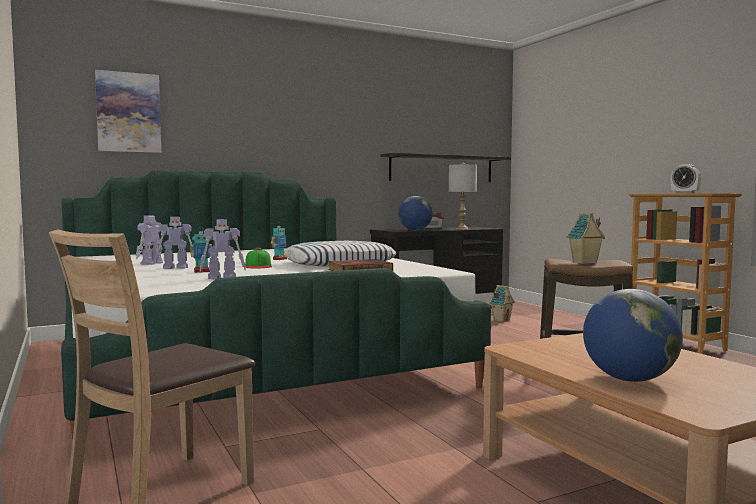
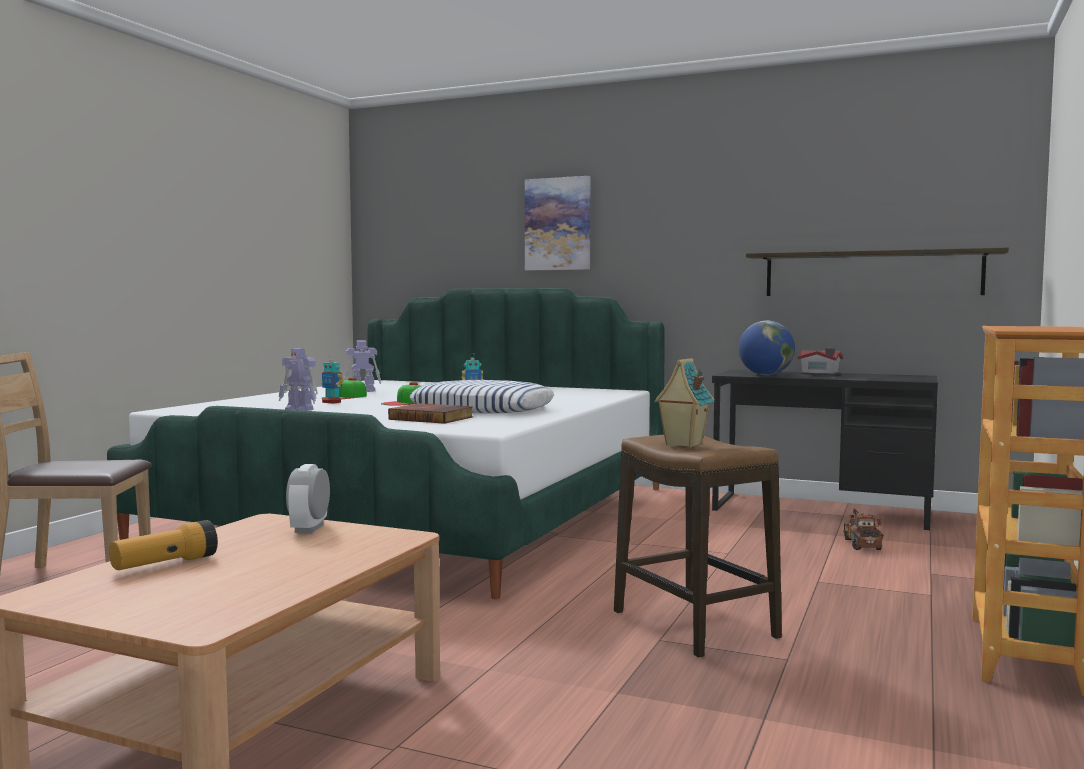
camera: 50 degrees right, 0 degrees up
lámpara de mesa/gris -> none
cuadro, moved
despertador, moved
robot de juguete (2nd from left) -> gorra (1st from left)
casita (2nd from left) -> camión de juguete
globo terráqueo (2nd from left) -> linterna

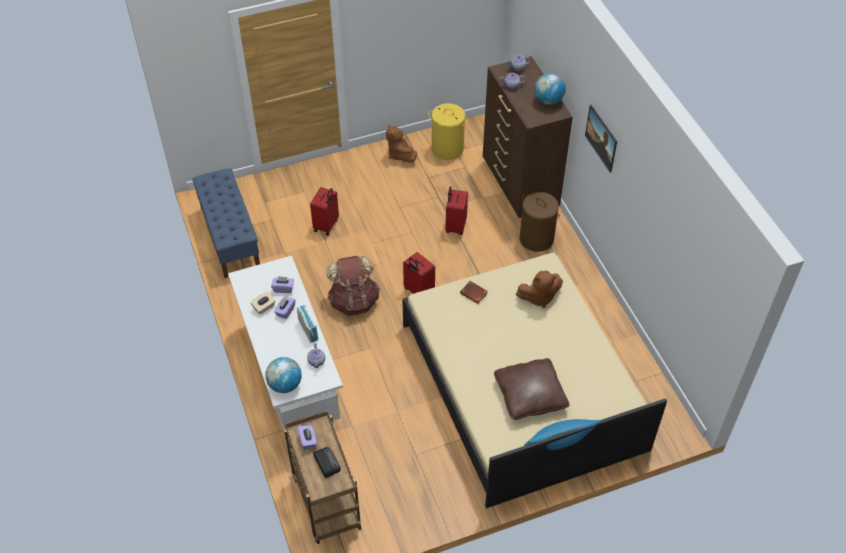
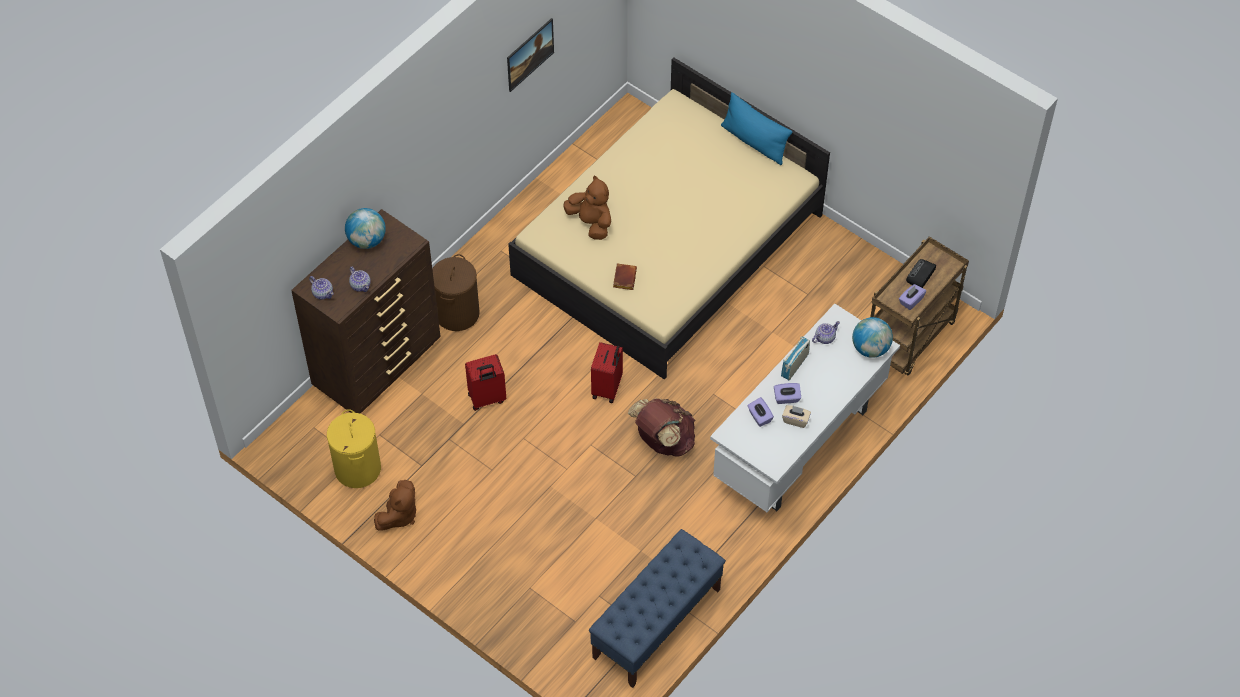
camera: 120 degrees left, 5 degrees up
maleta/rojo (1st from left) -> none
cojín/marrón -> none
cuadro, moved

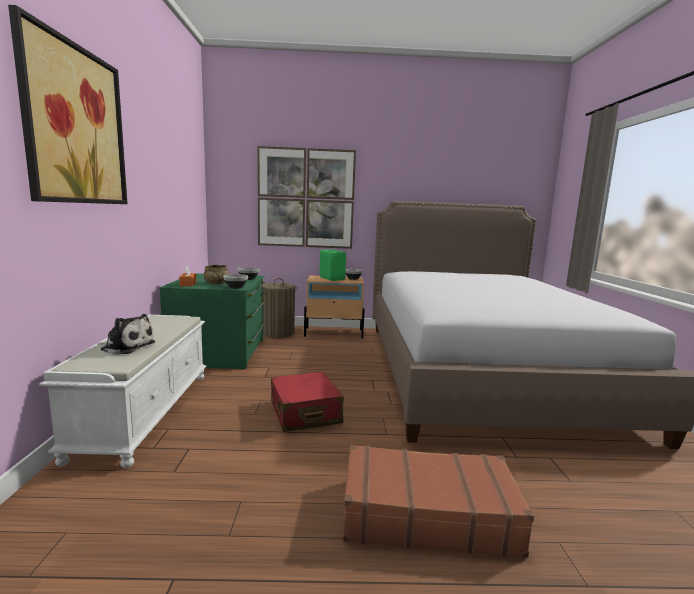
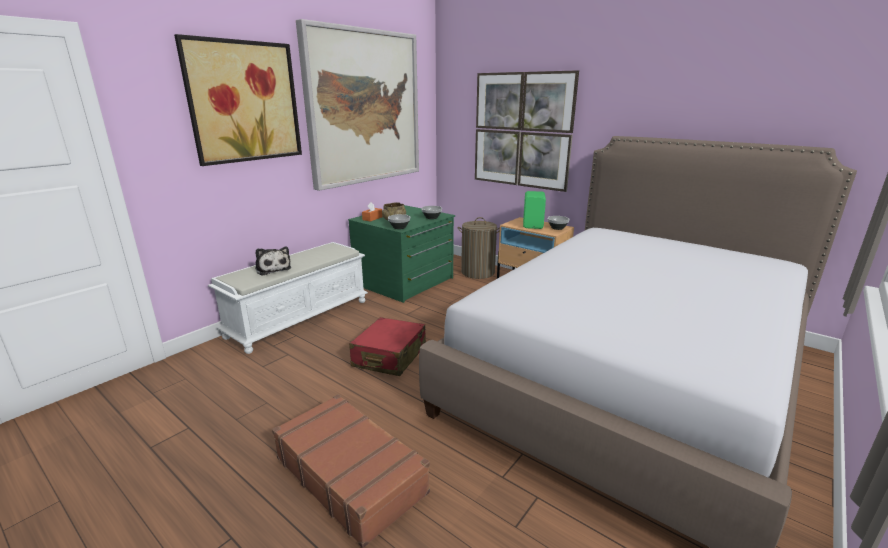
camera: 40 degrees right, 10 degrees up
none -> cuadro (2nd from left)

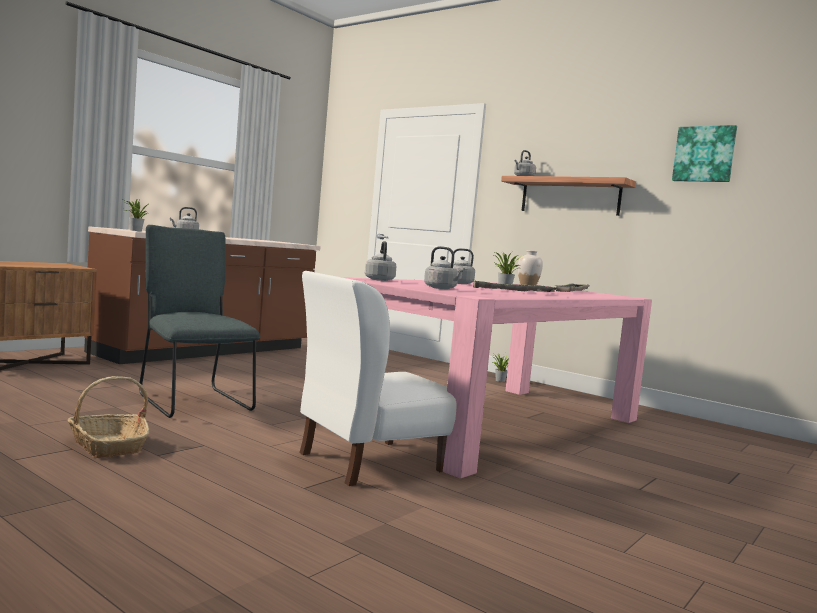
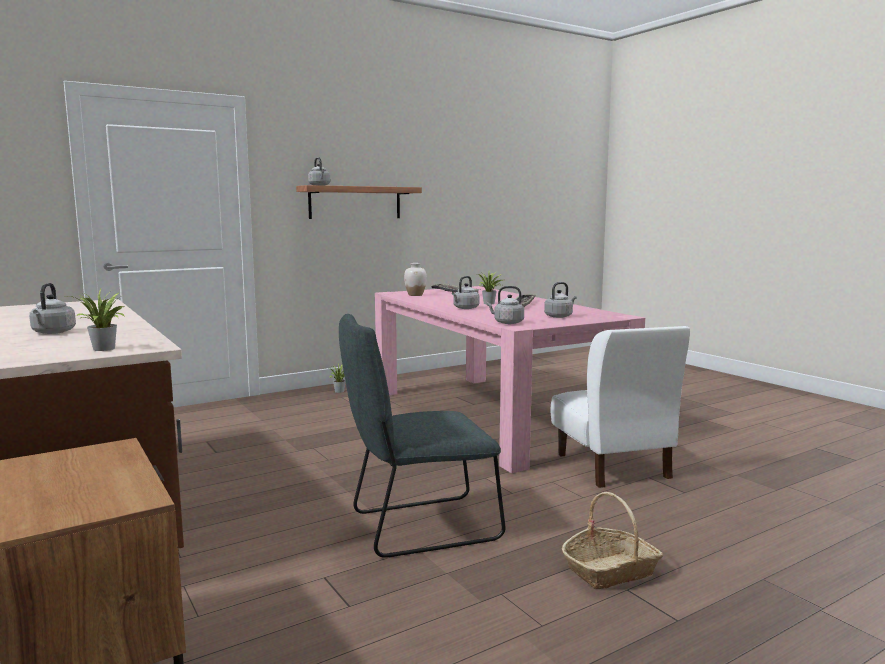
camera: 70 degrees left, 5 degrees up
cuadro -> none

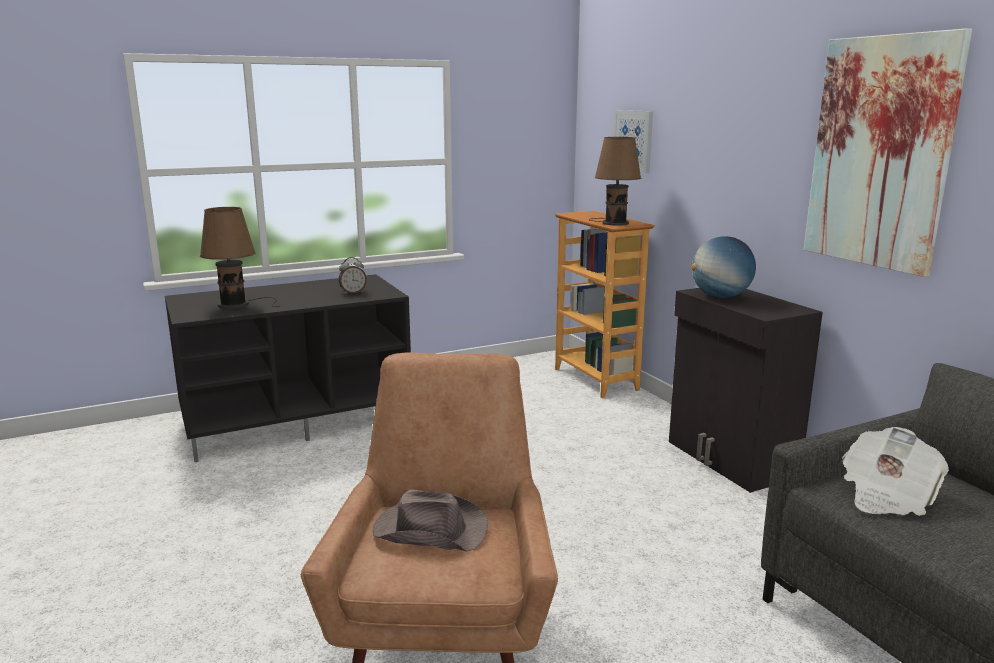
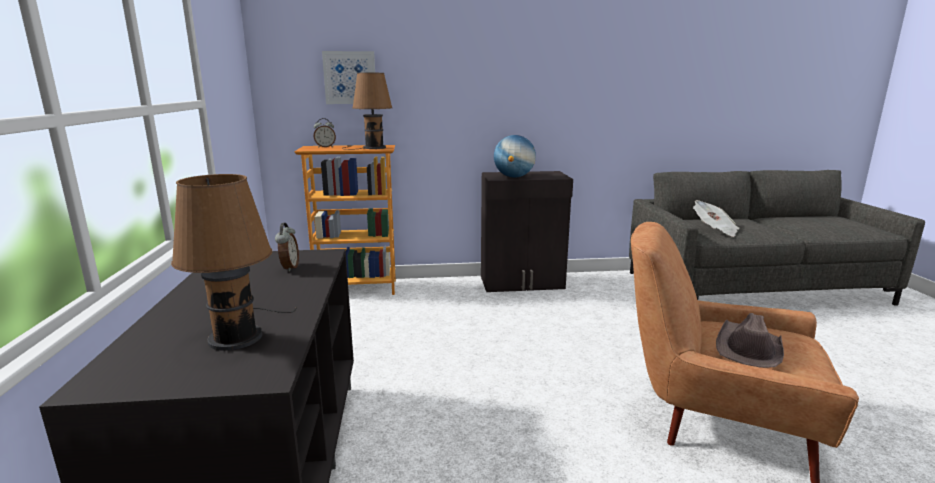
camera: 70 degrees left, 0 degrees up
cuadro (2nd from left) -> none
none -> despertador (2nd from left)

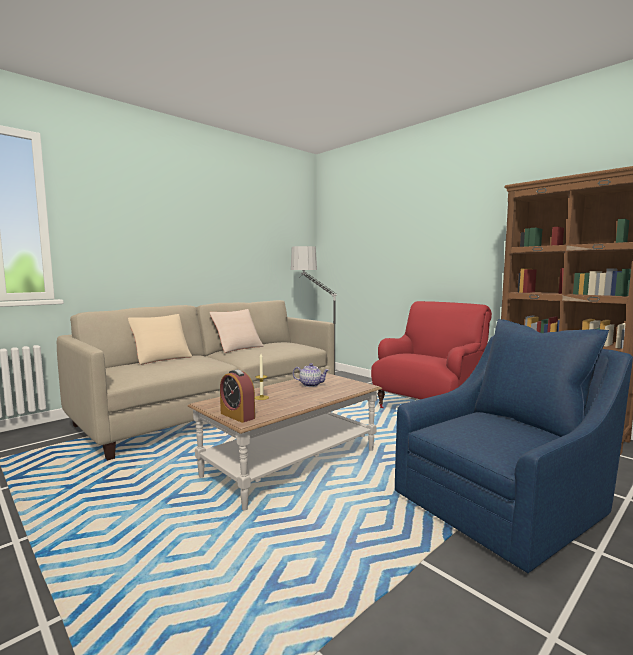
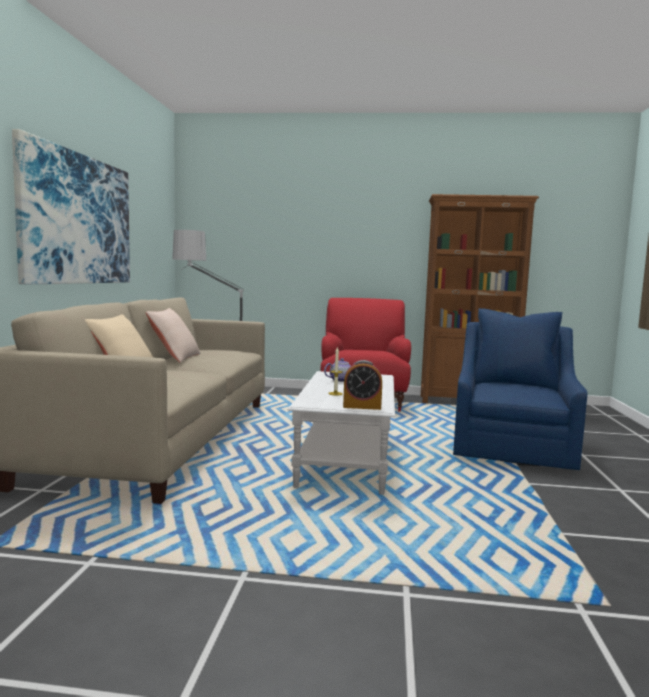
camera: 40 degrees left, 0 degrees up
none -> cuadro
mesa de centro/marrón -> mesa de centro/blanco

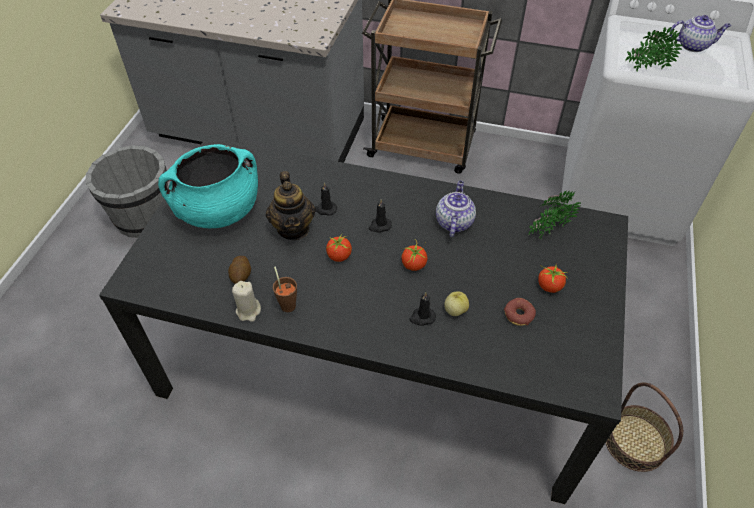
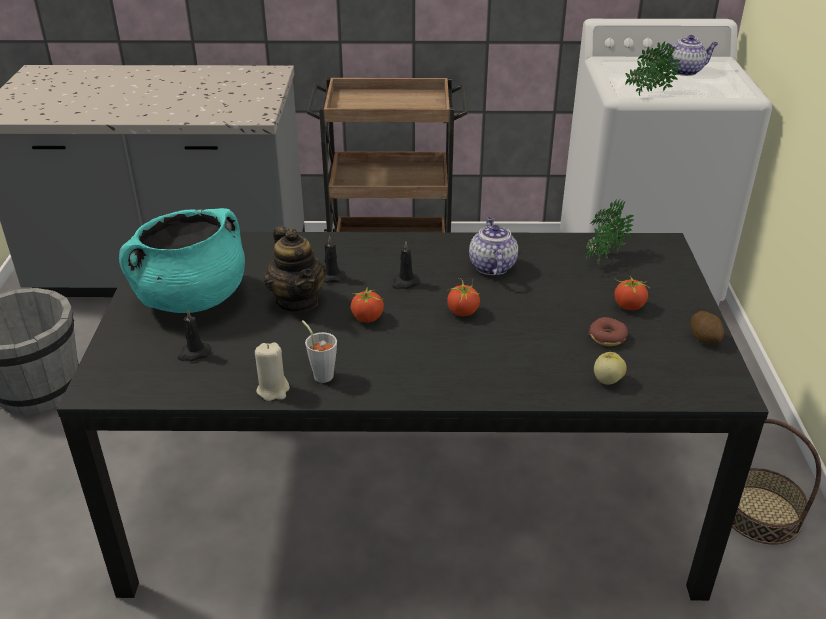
camera: 15 degrees left, 15 degrees down
patata, moved
vela/negro (3rd from left in the first image) -> vela/negro (1st from left), moved
manzana, moved
taza/marrón -> taza/gris

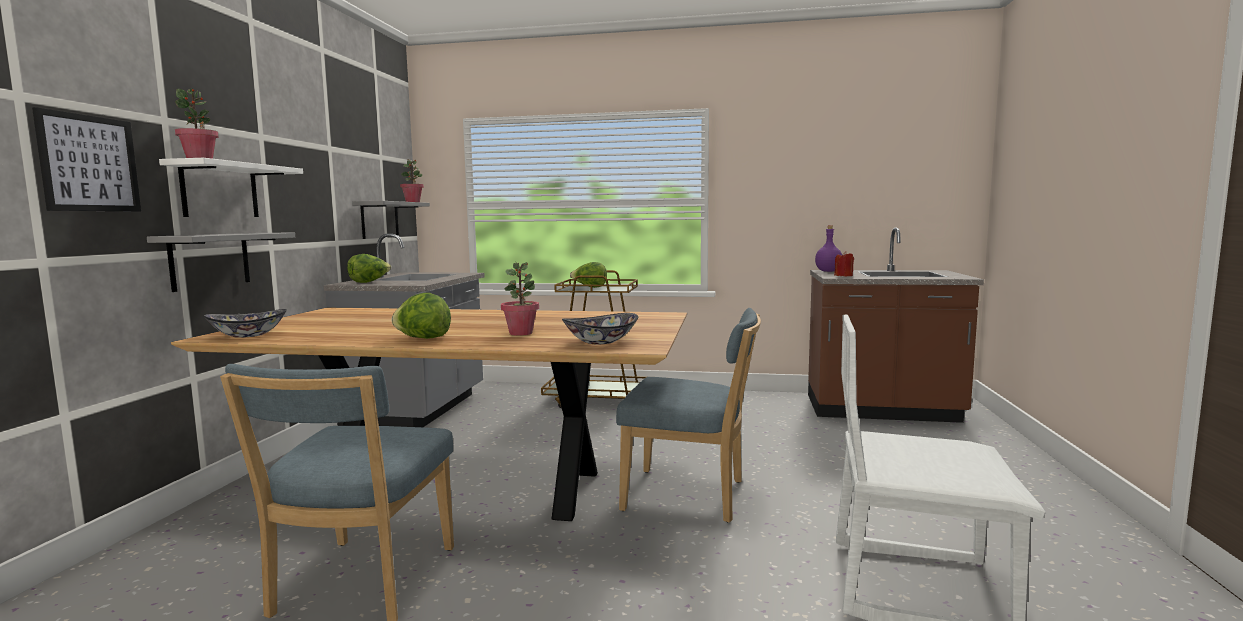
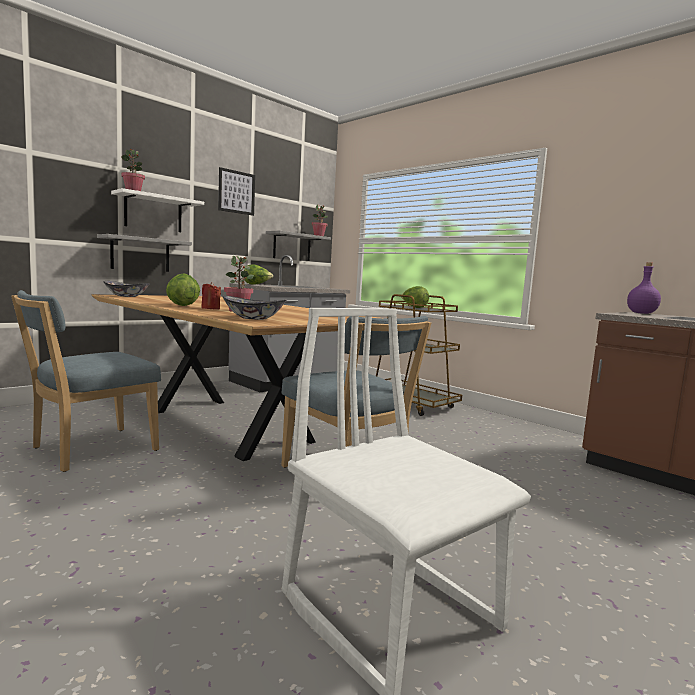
camera: 35 degrees right, 0 degrees up
cuadro, moved
vela/rojo, moved

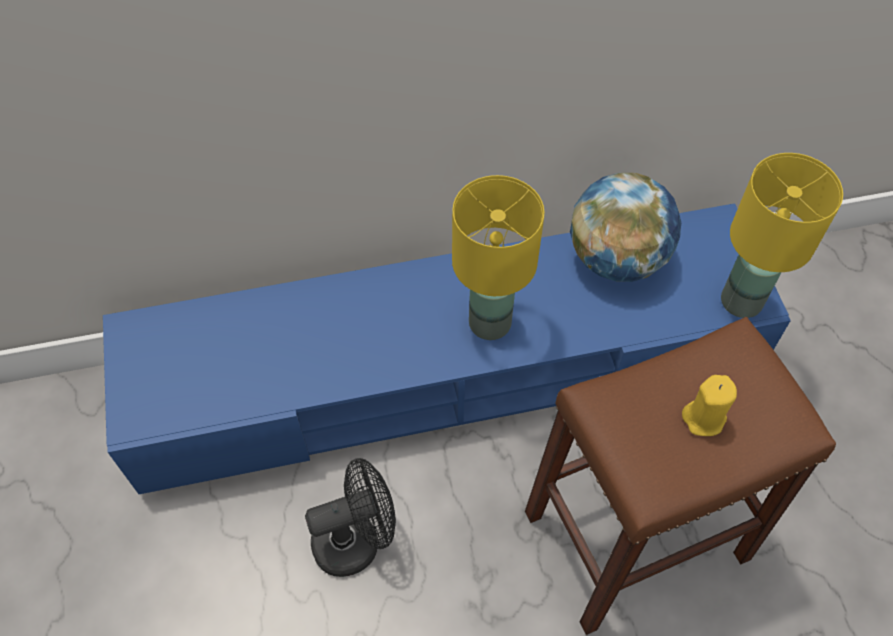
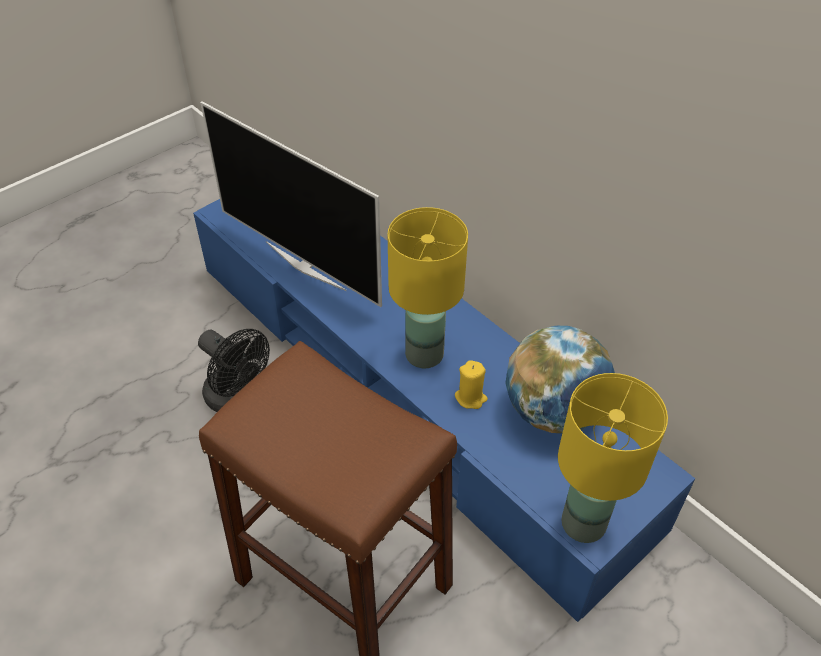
camera: 60 degrees right, 10 degrees down
none -> televisor
vela/amarillo, moved

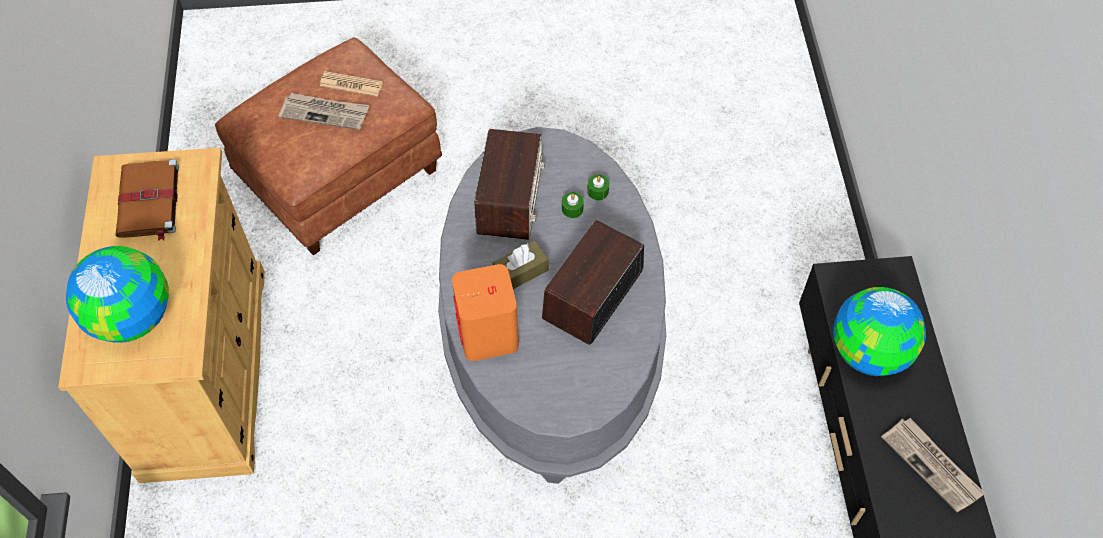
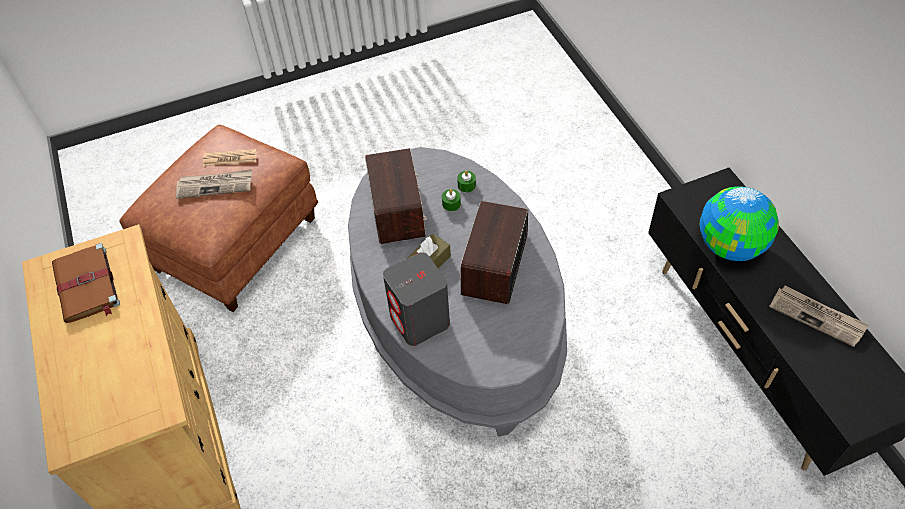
camera: 15 degrees left, 5 degrees down
globo terráqueo (1st from left) -> none
altavoz/naranja -> altavoz/gris

